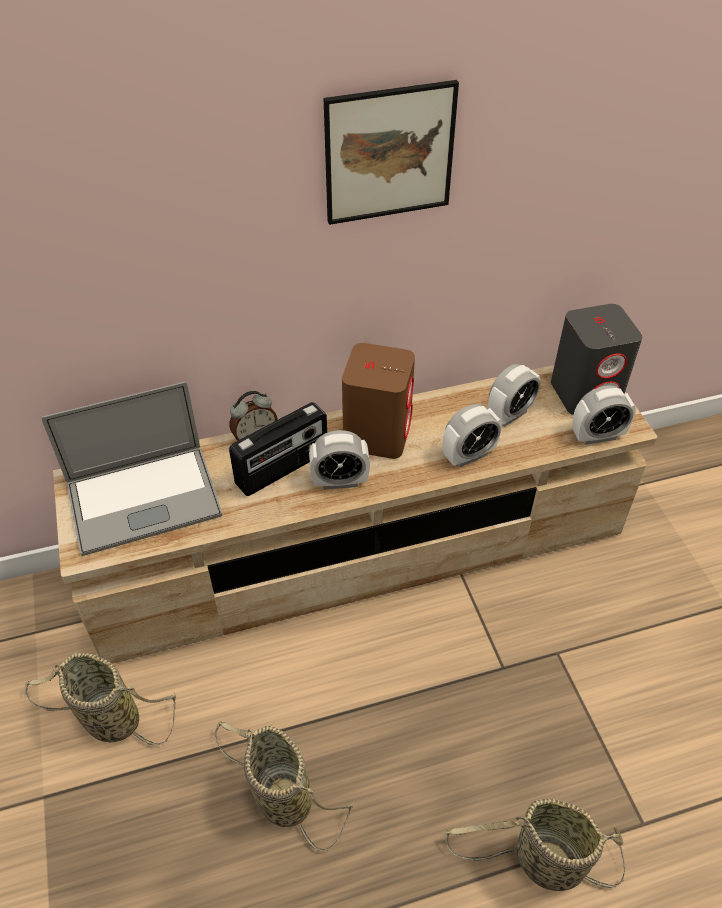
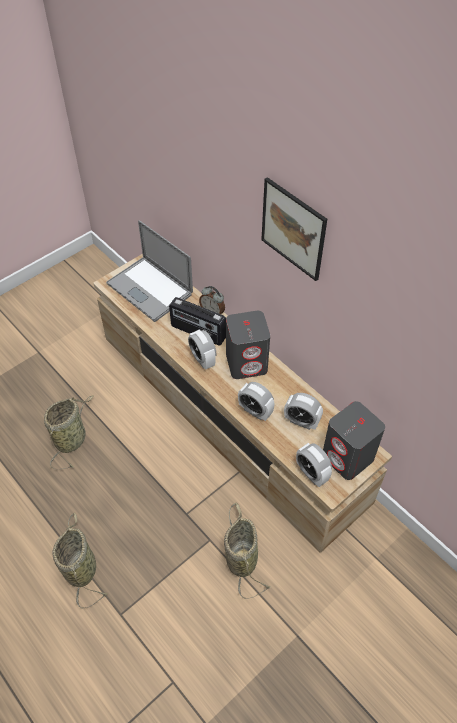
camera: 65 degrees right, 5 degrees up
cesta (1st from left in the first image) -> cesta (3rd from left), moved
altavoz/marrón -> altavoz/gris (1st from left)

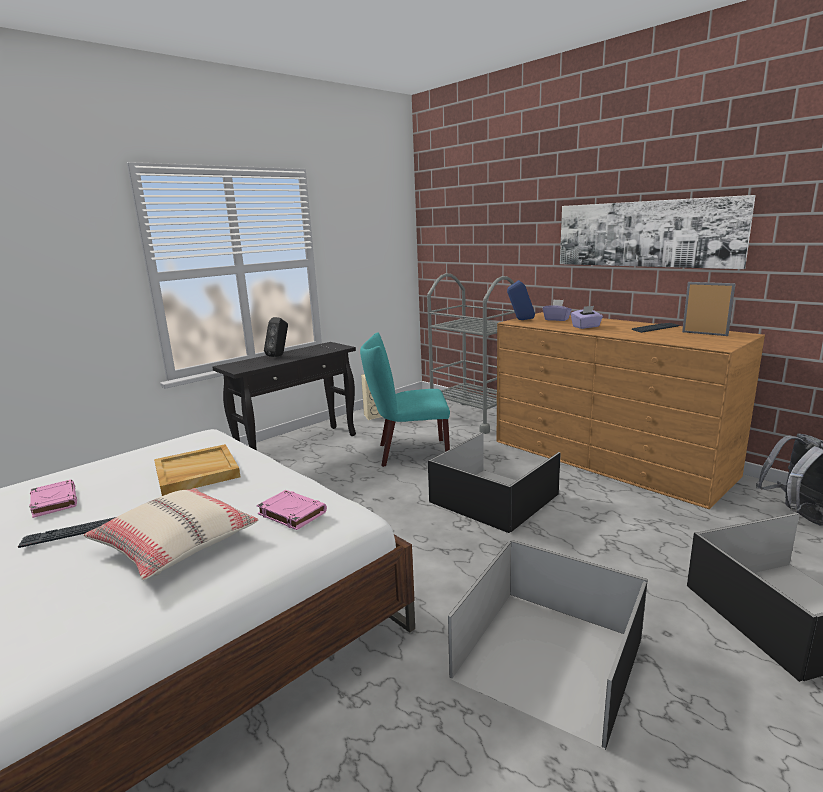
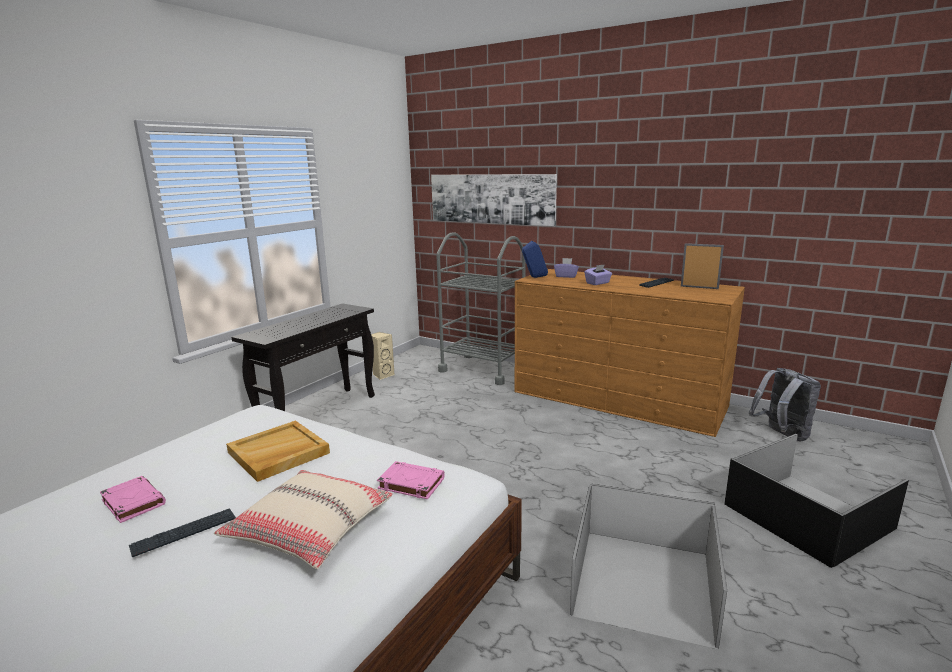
camera: 15 degrees left, 0 degrees up
altavoz/negro -> none
silla/turquesa -> none
caja de almacenaje/negro (1st from left) -> none
cuadro, moved

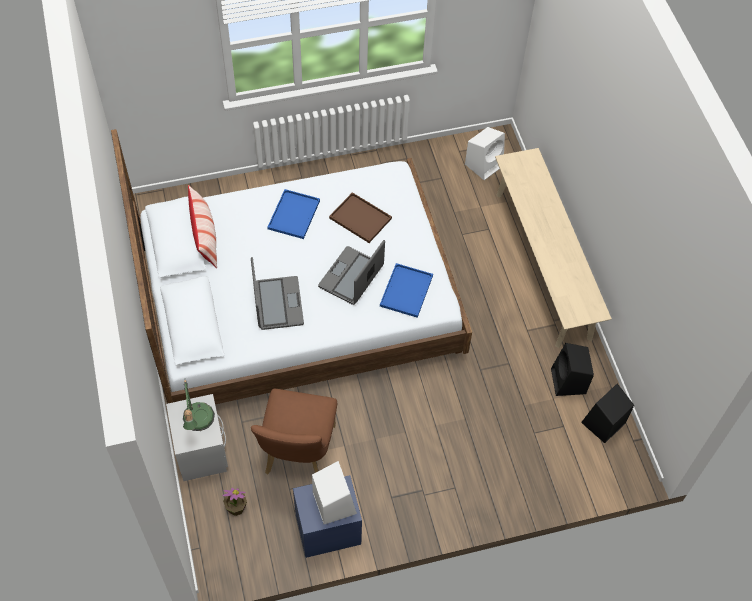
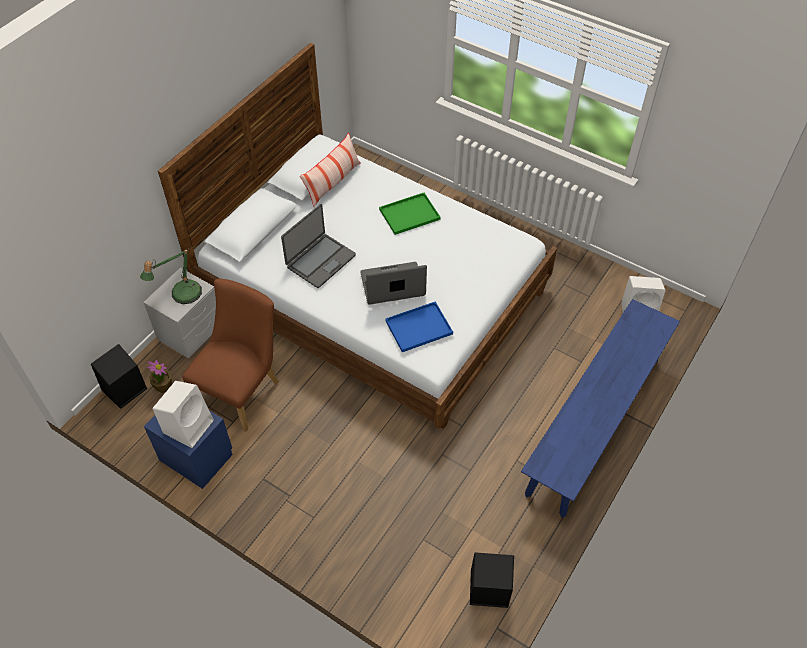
camera: 50 degrees right, 5 degrees down
bandeja/marrón -> none
altavoz/negro (1st from left), moved
bandeja/azul (1st from left) -> bandeja/verde
banco/beis -> banco/azul
silla/marrón, 150 degrees clockwise

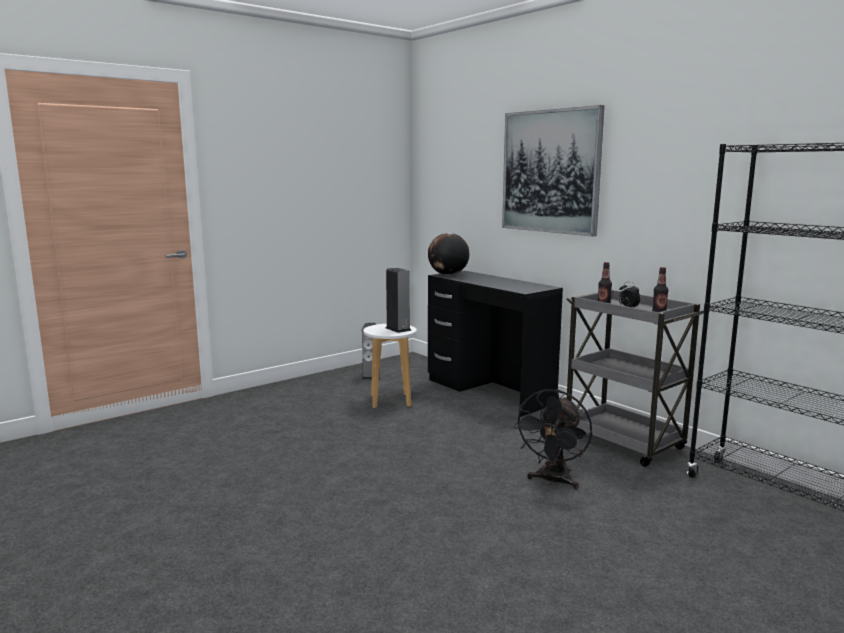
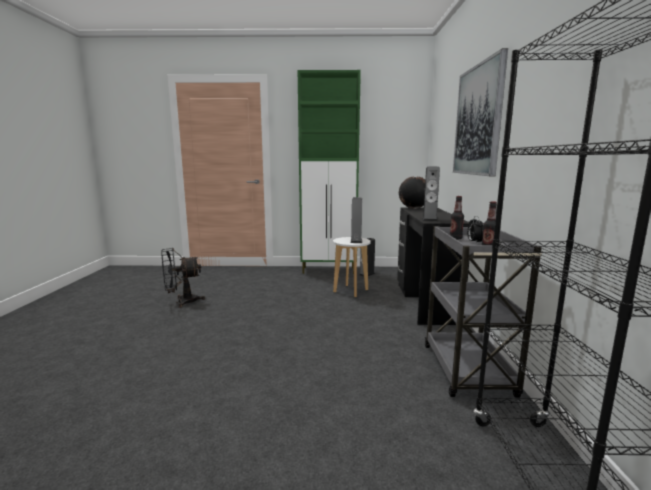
camera: 40 degrees right, 0 degrees up
none -> armario/verde
none -> altavoz (3rd from left)
ventilador/negro, moved

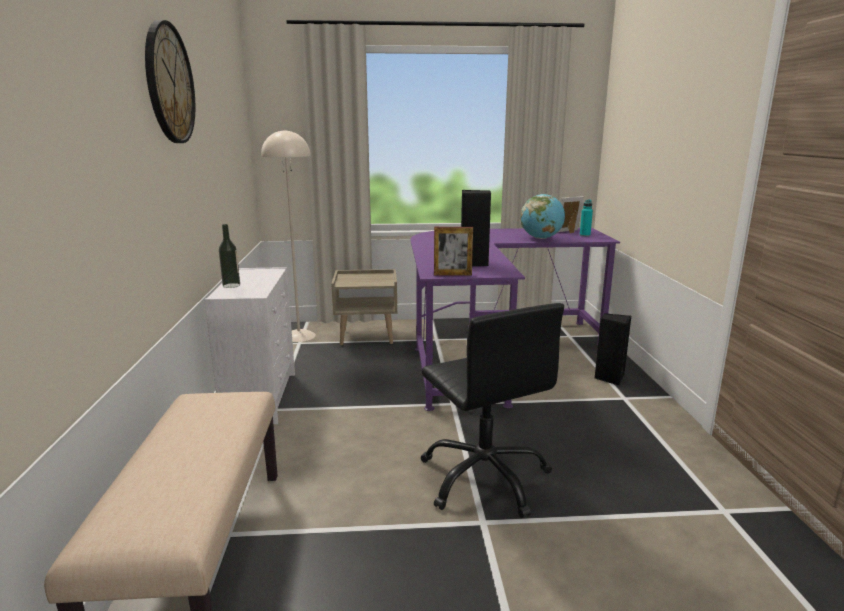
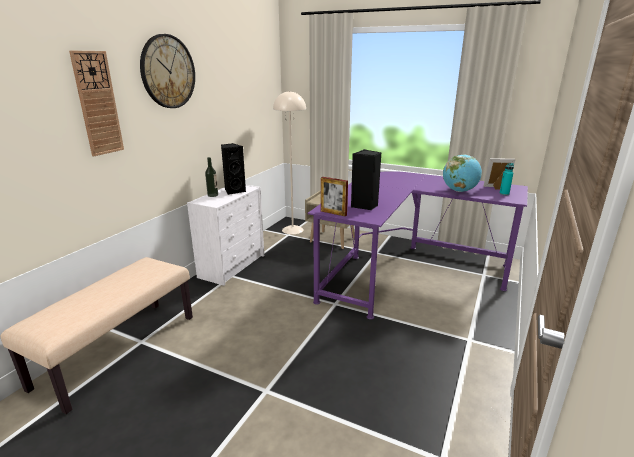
camera: 30 degrees right, 5 degrees up
silla de oficina/negro -> none
none -> reloj de pared (1st from left)
altavoz/negro (2nd from left in the first image) -> altavoz/negro (1st from left), moved

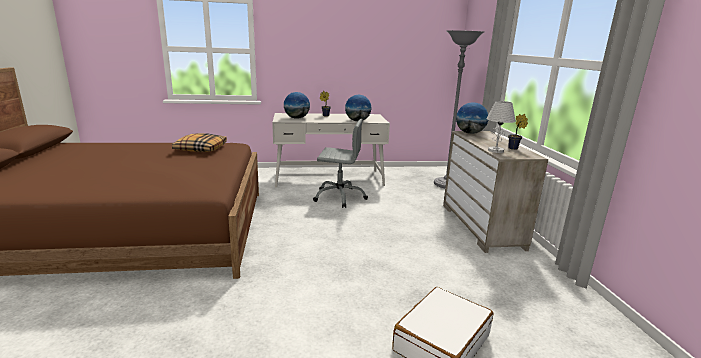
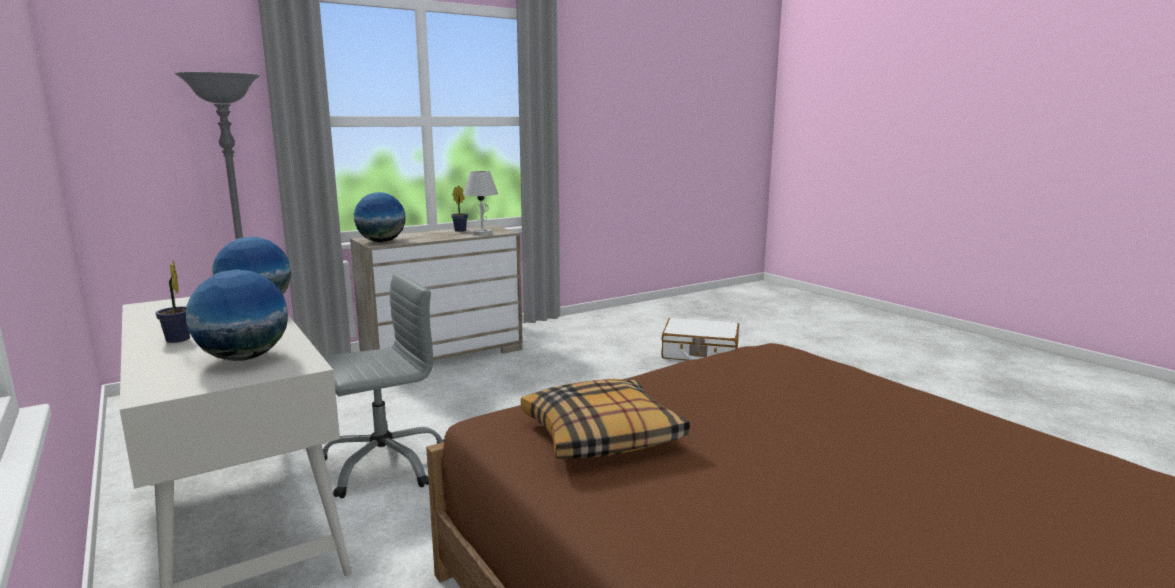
camera: 115 degrees left, 5 degrees down
silla de oficina/gris, 75 degrees clockwise

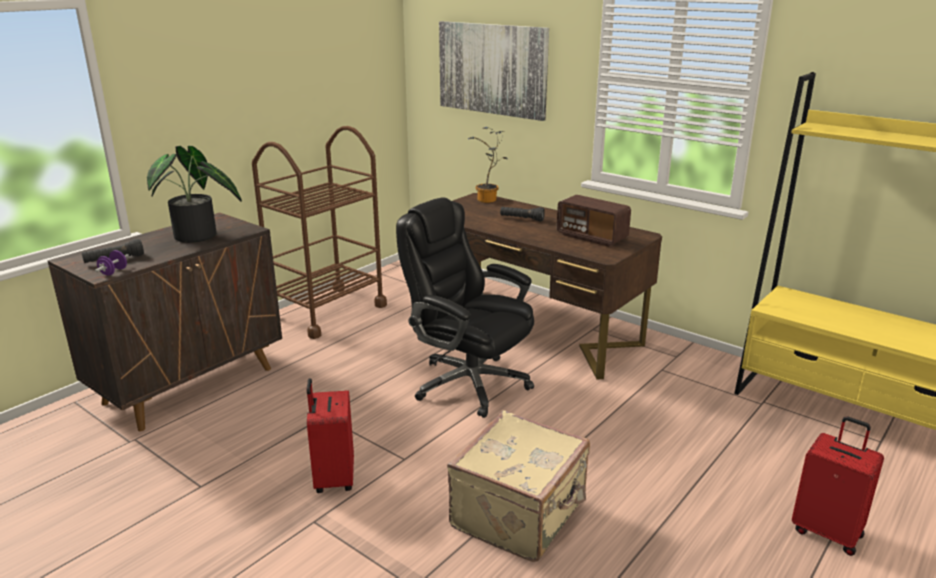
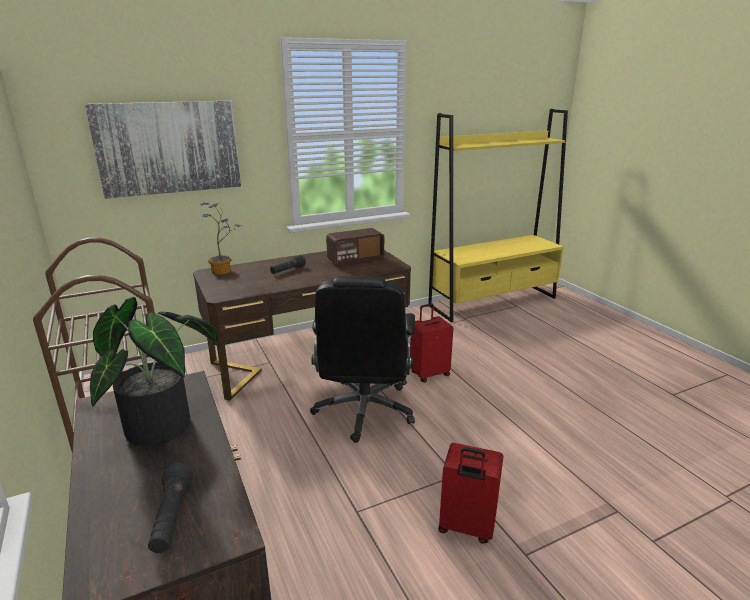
camera: 65 degrees left, 0 degrees up
mancuerna/morado -> none
maleta/beis -> none
maleta/rojo (2nd from left in the first image) -> maleta/rojo (1st from left), moved
silla de oficina/negro, 60 degrees counterclockwise

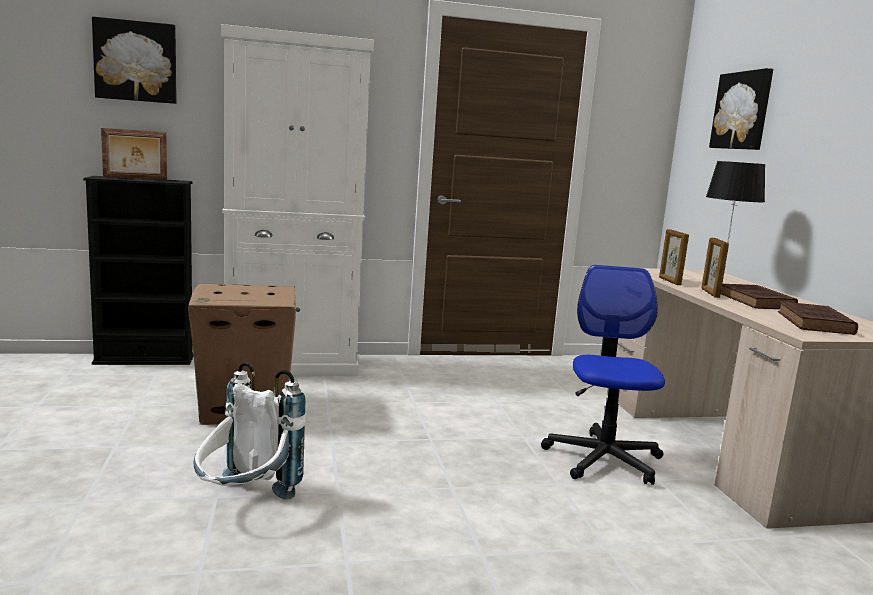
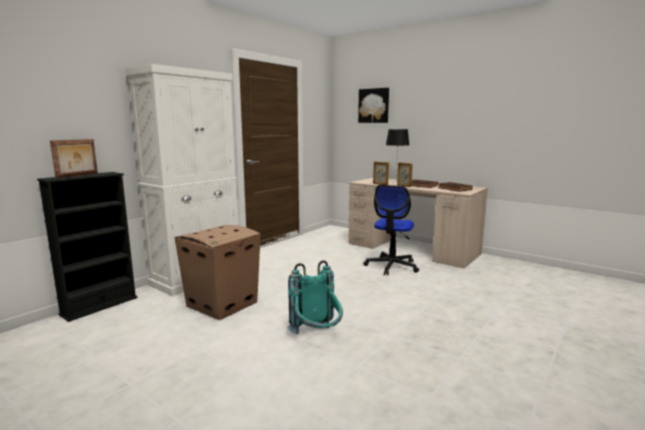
camera: 40 degrees left, 0 degrees up
cuadro (1st from left) -> none
mochila/blanco -> mochila/turquesa
silla de oficina, 120 degrees counterclockwise

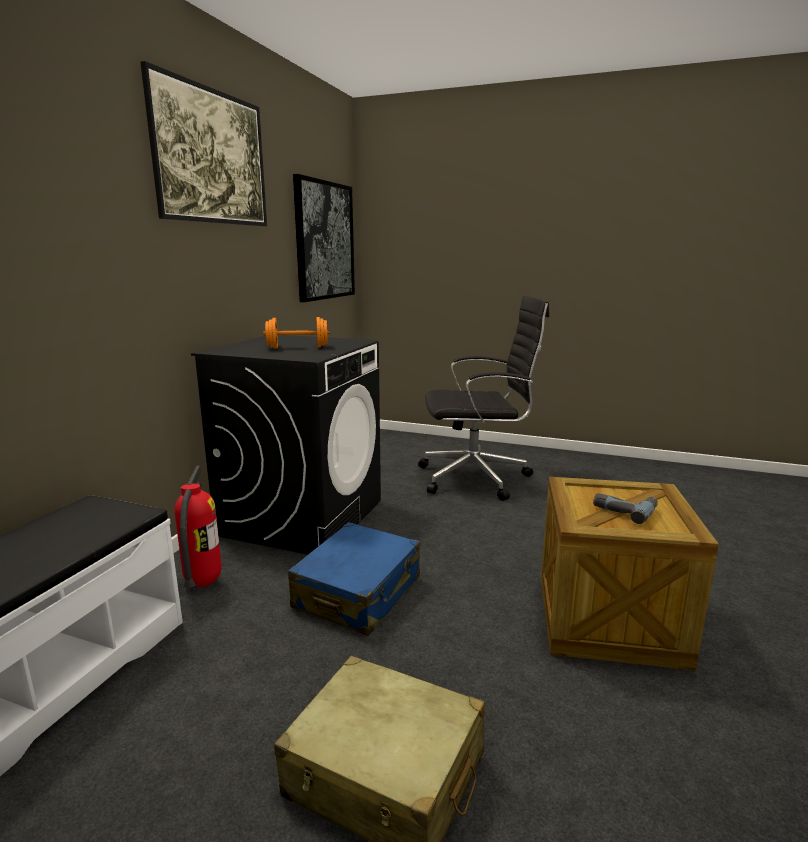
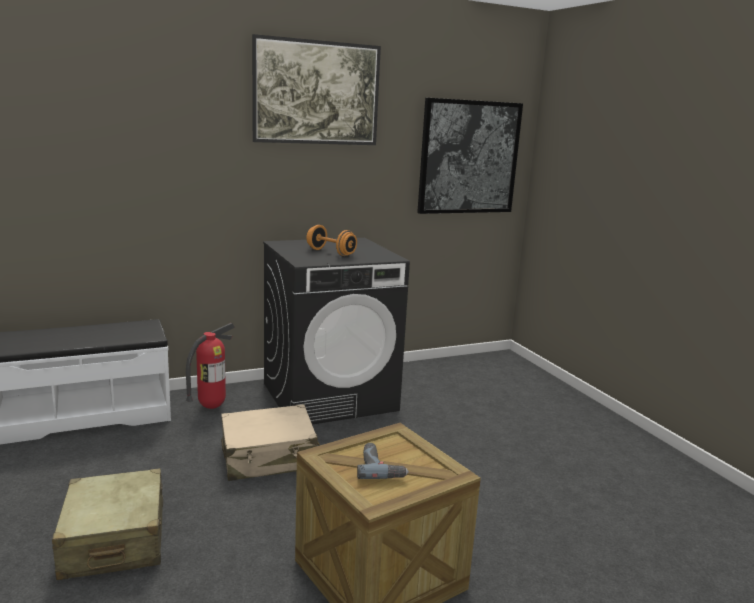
camera: 45 degrees right, 0 degrees up
silla de oficina/negro -> none
maleta/azul -> maleta/beis (2nd from left)

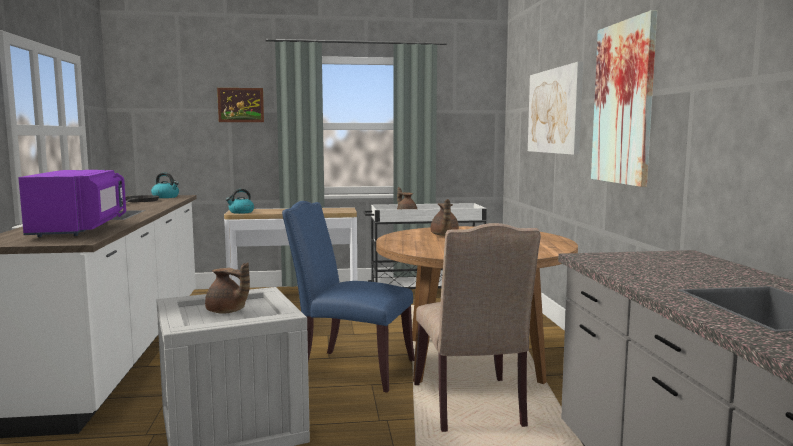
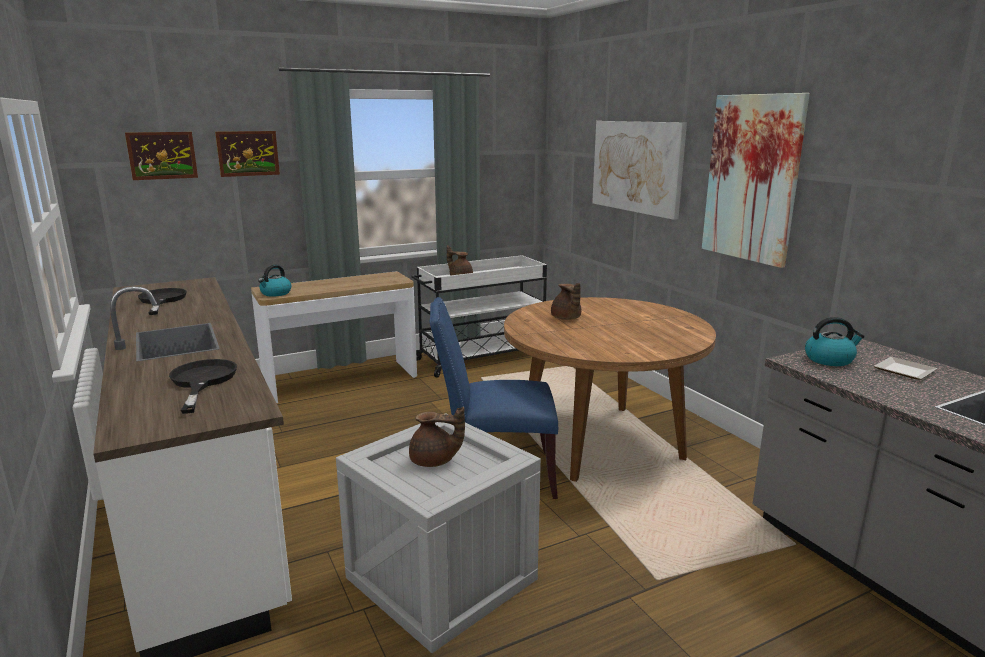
camera: 20 degrees left, 10 degrees up
silla/beis -> none
none -> cuadro (1st from left)
none -> plato
hervidor (1st from left in the first image) -> hervidor (2nd from left), moved
microondas/morado -> sartén/negro (2nd from left)

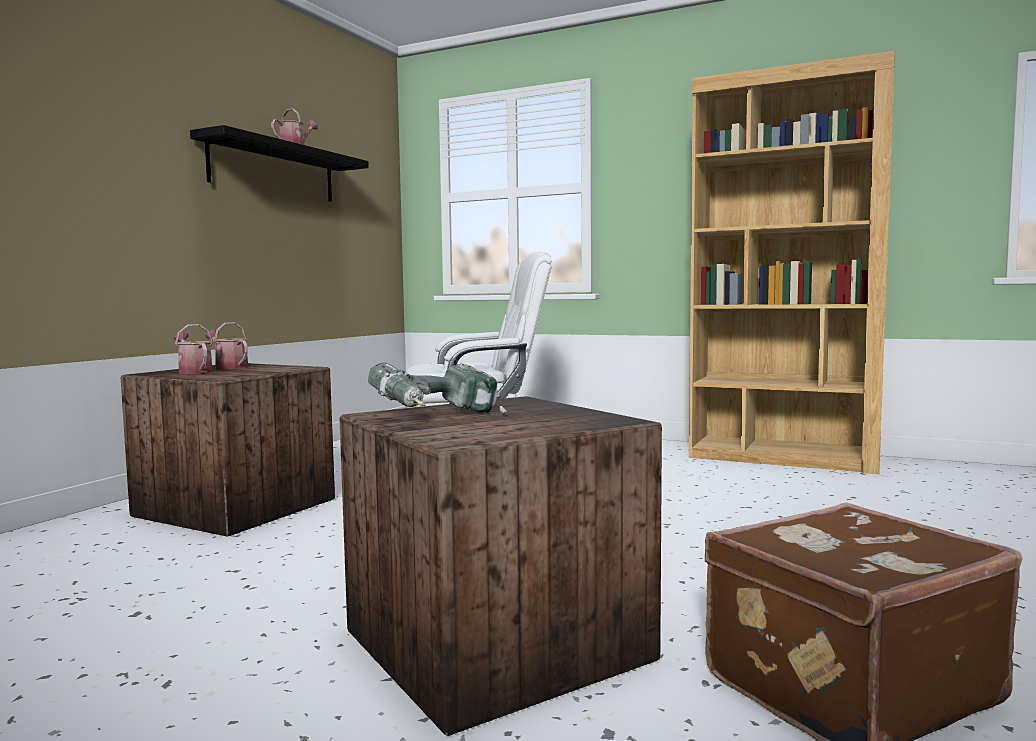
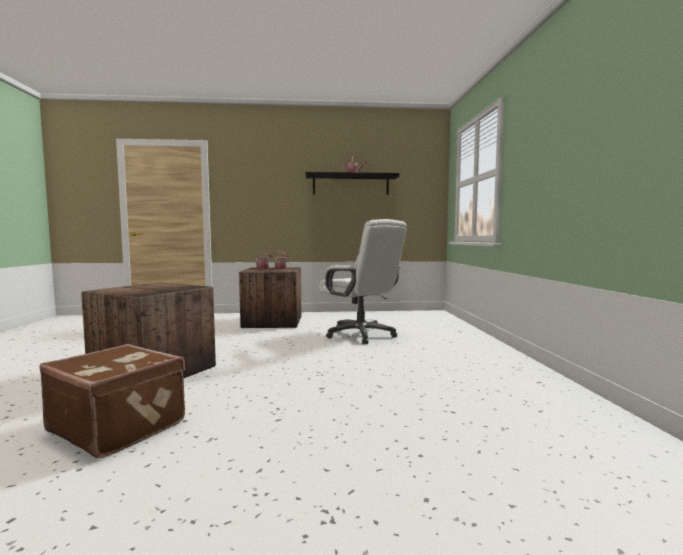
camera: 60 degrees right, 0 degrees up
taladro -> none
estantería/marrón -> none

